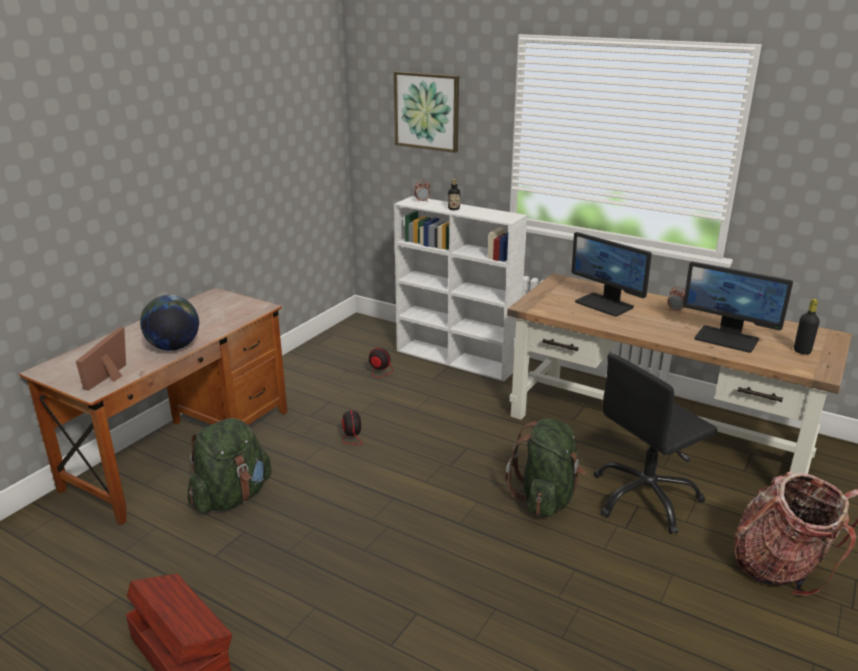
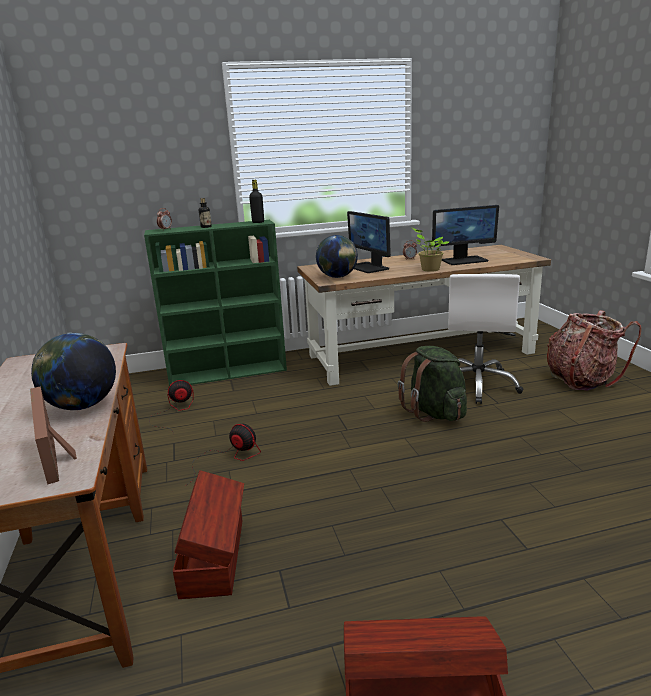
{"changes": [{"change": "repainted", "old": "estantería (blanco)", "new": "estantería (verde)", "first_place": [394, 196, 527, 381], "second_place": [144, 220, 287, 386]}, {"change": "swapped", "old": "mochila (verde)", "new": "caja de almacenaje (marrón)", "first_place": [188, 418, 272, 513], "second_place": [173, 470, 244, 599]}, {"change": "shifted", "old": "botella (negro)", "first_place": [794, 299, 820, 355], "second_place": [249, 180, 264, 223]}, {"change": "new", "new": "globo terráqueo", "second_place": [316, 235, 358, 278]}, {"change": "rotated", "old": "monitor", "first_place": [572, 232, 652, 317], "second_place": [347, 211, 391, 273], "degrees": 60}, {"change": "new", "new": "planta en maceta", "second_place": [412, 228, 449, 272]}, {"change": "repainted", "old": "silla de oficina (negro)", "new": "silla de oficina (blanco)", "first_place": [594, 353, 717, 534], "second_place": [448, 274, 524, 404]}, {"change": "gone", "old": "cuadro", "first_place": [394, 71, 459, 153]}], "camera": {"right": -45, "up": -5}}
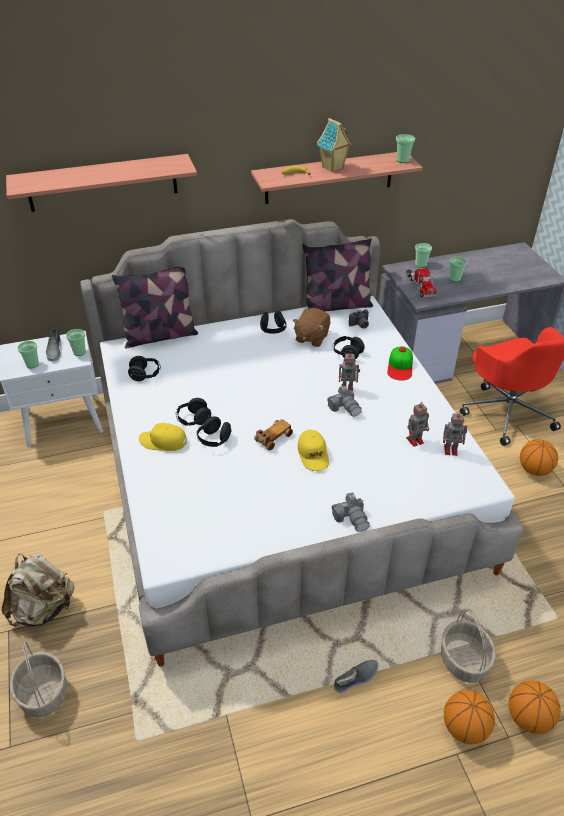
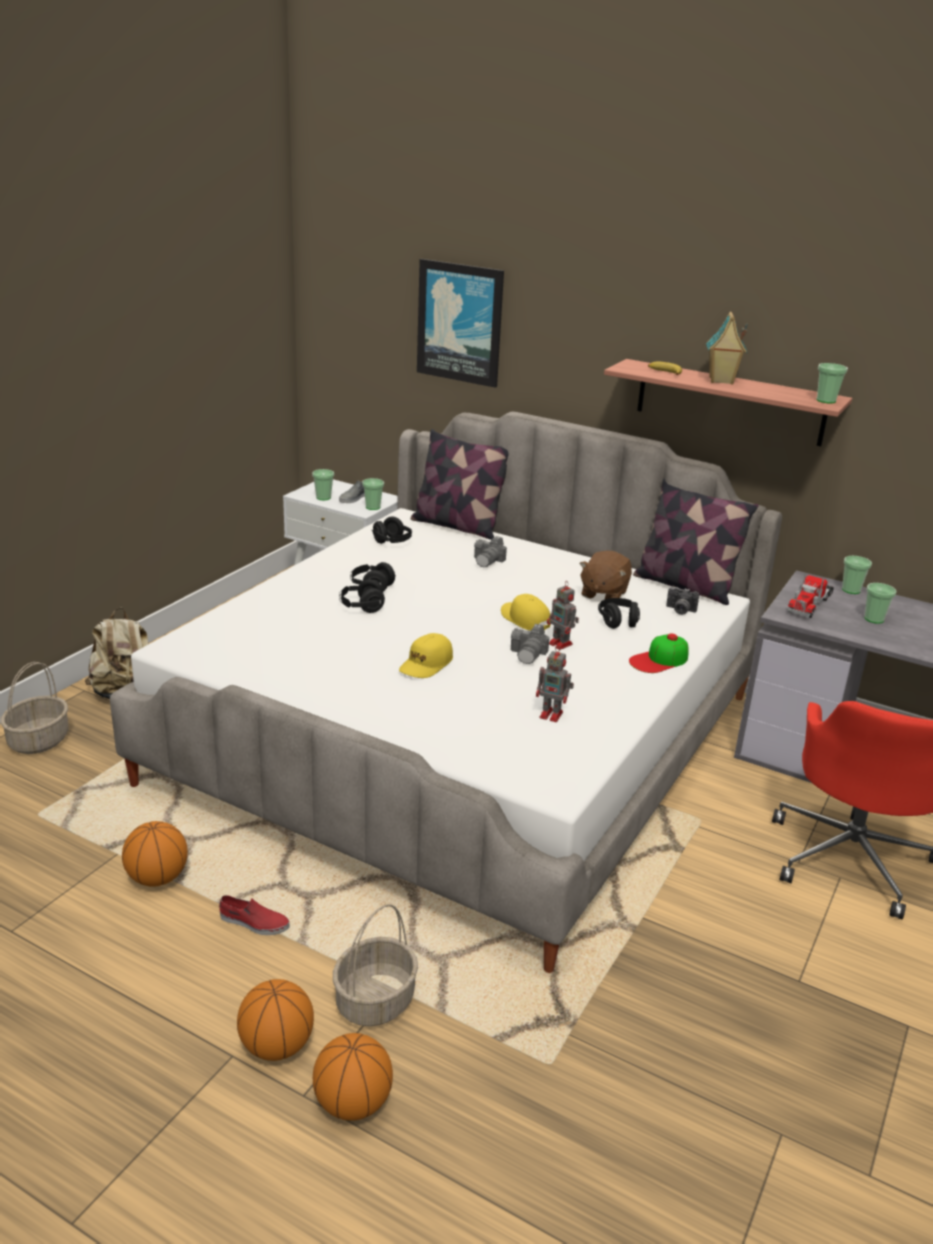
{"changes": [{"change": "shifted", "old": "balón de baloncesto", "first_place": [520, 439, 558, 476], "second_place": [122, 821, 188, 887]}, {"change": "repainted", "old": "zapato (gris)", "new": "zapato (rojo)", "first_place": [334, 660, 378, 693], "second_place": [219, 895, 290, 935]}, {"change": "swapped", "old": "estante", "new": "cuadro", "first_place": [6, 154, 197, 212], "second_place": [417, 259, 504, 388]}, {"change": "shifted", "old": "cámara", "first_place": [332, 493, 370, 532], "second_place": [474, 536, 507, 567]}, {"change": "shifted", "old": "gorra (amarillo)", "first_place": [139, 423, 187, 451], "second_place": [501, 594, 551, 631]}, {"change": "rotated", "old": "peluche (marrón)", "first_place": [293, 308, 330, 347], "second_place": [579, 551, 632, 599], "degrees": -45}, {"change": "gone", "old": "coche de juguete", "first_place": [254, 419, 293, 450]}, {"change": "gone", "old": "auriculares (negro)", "first_place": [260, 311, 286, 334]}, {"change": "gone", "old": "robot de juguete", "first_place": [443, 411, 467, 456]}], "camera": {"right": 45, "up": -15}}
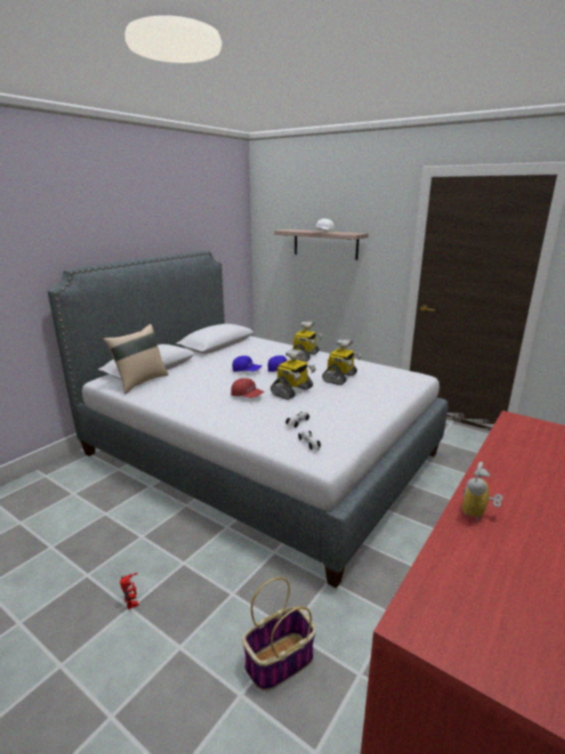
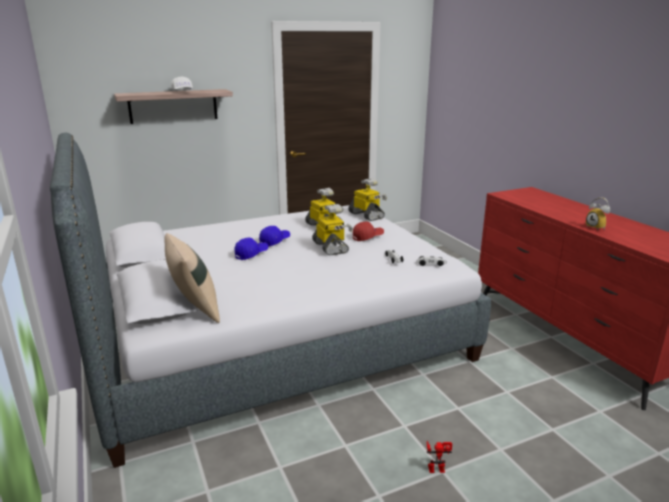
{"changes": [{"change": "shifted", "old": "robot de juguete", "first_place": [290, 321, 323, 362], "second_place": [348, 178, 387, 221]}, {"change": "shifted", "old": "gorra (rojo)", "first_place": [231, 378, 264, 398], "second_place": [353, 222, 384, 241]}, {"change": "gone", "old": "cesta", "first_place": [242, 577, 316, 691]}], "camera": {"right": -60, "up": 0}}
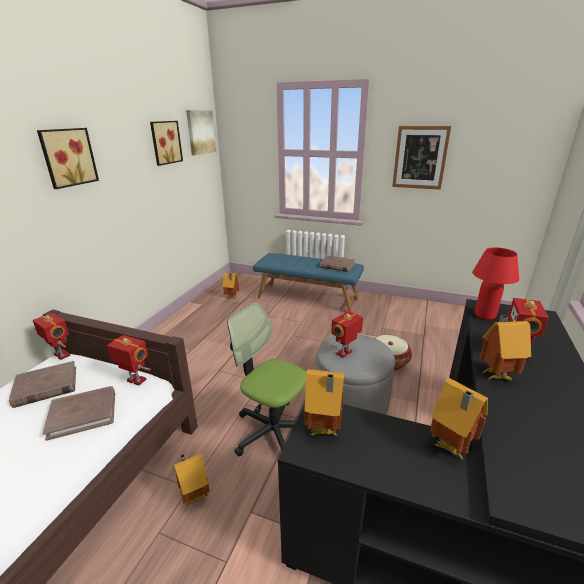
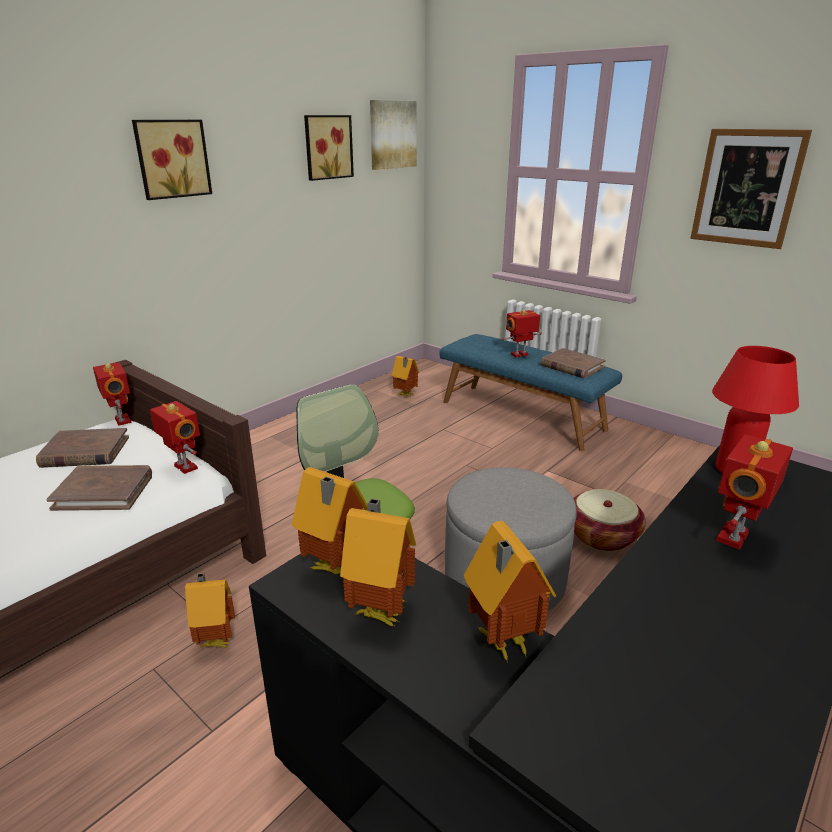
{"changes": [{"change": "shifted", "old": "casita", "first_place": [479, 315, 531, 380], "second_place": [340, 498, 416, 627]}, {"change": "shifted", "old": "robot de juguete", "first_place": [331, 311, 363, 358], "second_place": [502, 309, 542, 357]}], "camera": {"right": 20, "up": 0}}
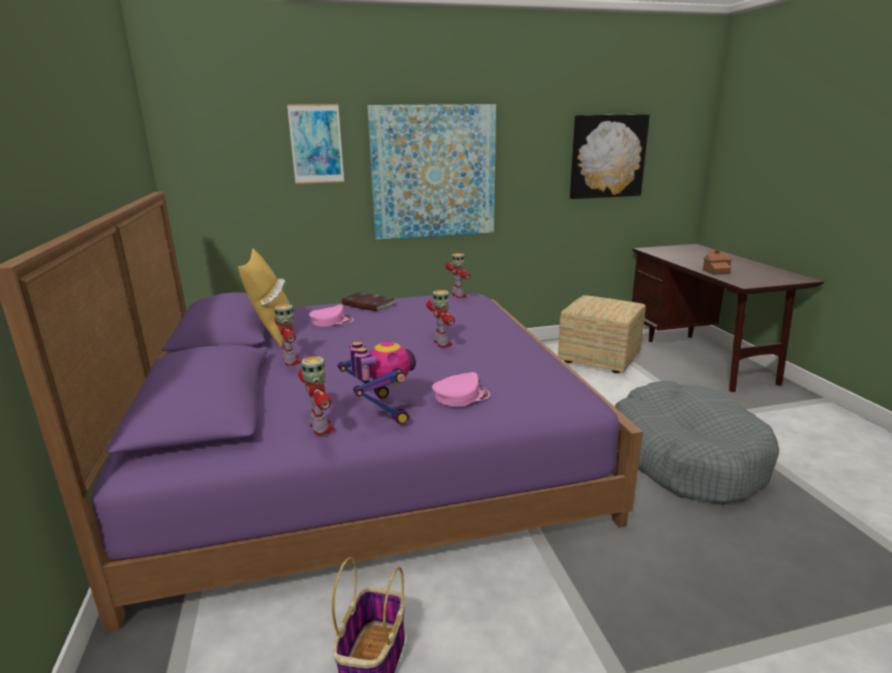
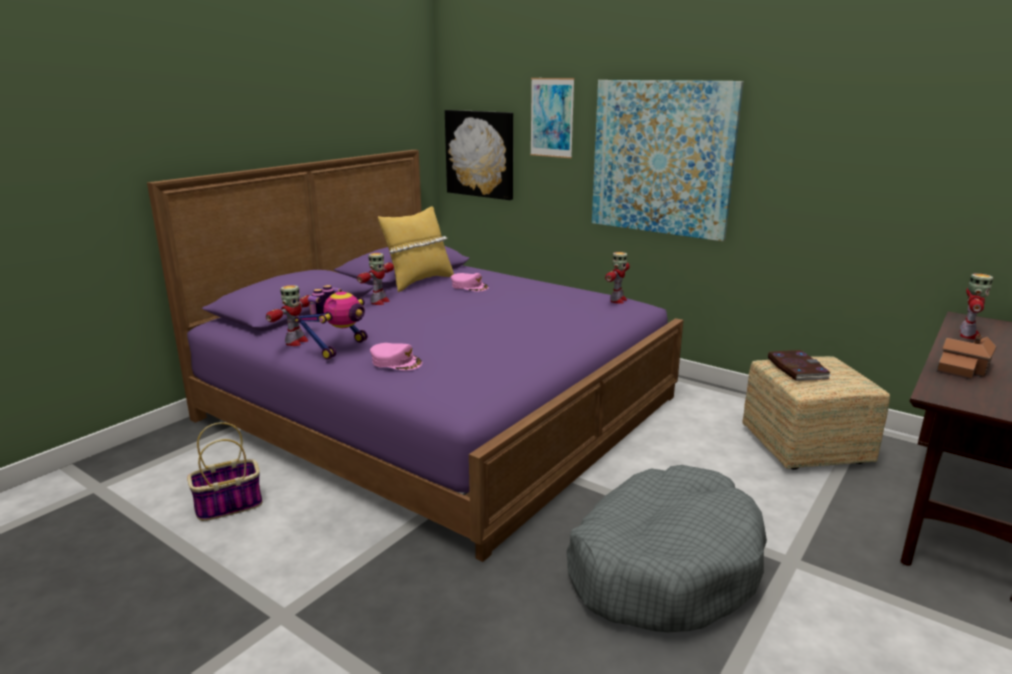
{"changes": [{"change": "shifted", "old": "cuadro", "first_place": [570, 114, 650, 199], "second_place": [445, 110, 513, 200]}, {"change": "shifted", "old": "libro", "first_place": [341, 292, 395, 312], "second_place": [768, 350, 832, 381]}, {"change": "shifted", "old": "robot de juguete", "first_place": [426, 290, 455, 347], "second_place": [959, 274, 994, 339]}], "camera": {"right": 50, "up": 0}}
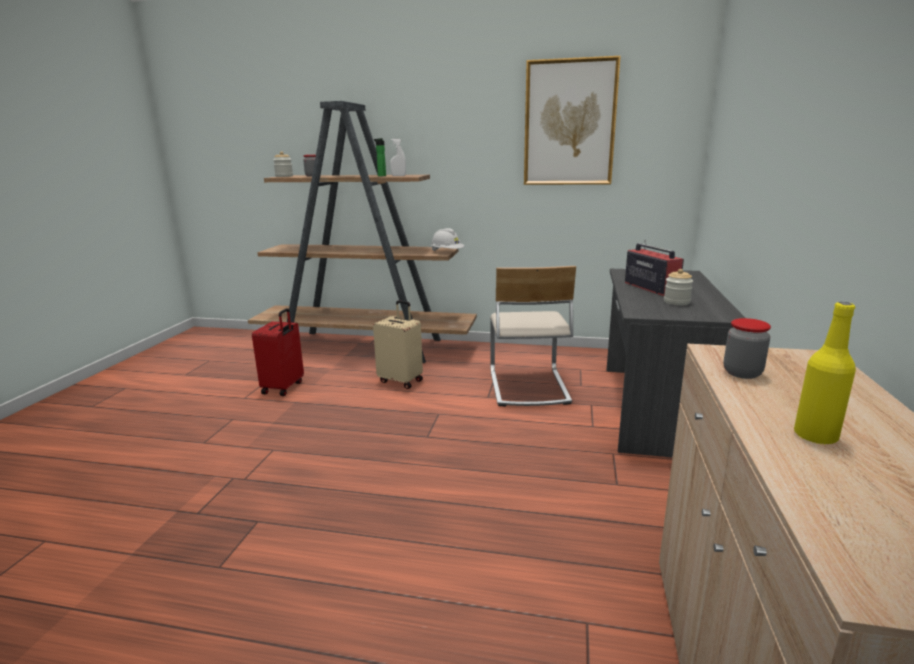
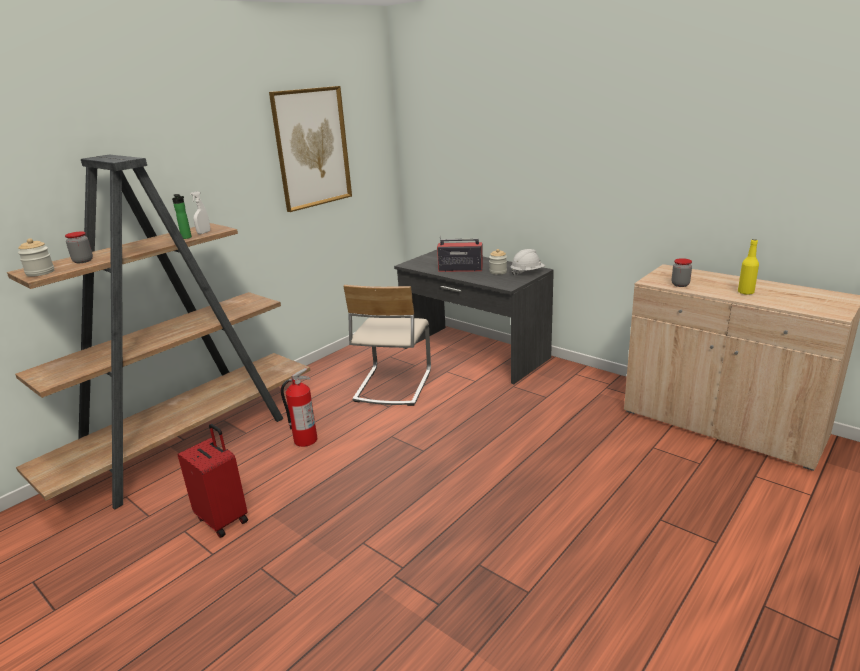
{"changes": [{"change": "swapped", "old": "maleta (beis)", "new": "extintor", "first_place": [373, 300, 423, 389], "second_place": [281, 368, 317, 447]}, {"change": "rotated", "old": "silla (beis)", "first_place": [490, 266, 576, 406], "second_place": [343, 285, 431, 406], "degrees": 75}, {"change": "shifted", "old": "casco (blanco)", "first_place": [431, 228, 464, 251], "second_place": [511, 249, 545, 275]}], "camera": {"right": -60, "up": 5}}
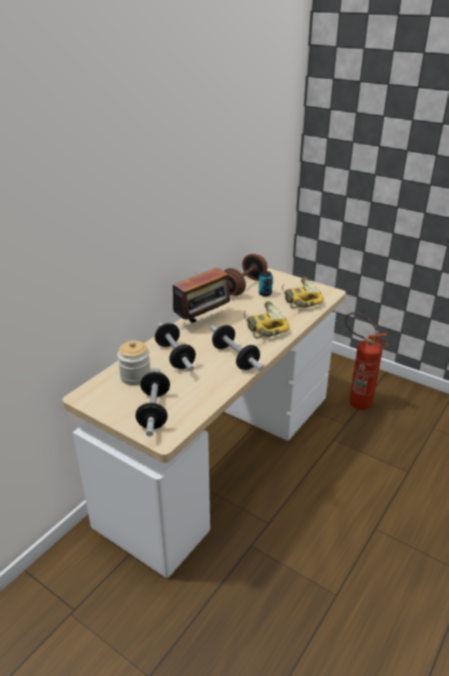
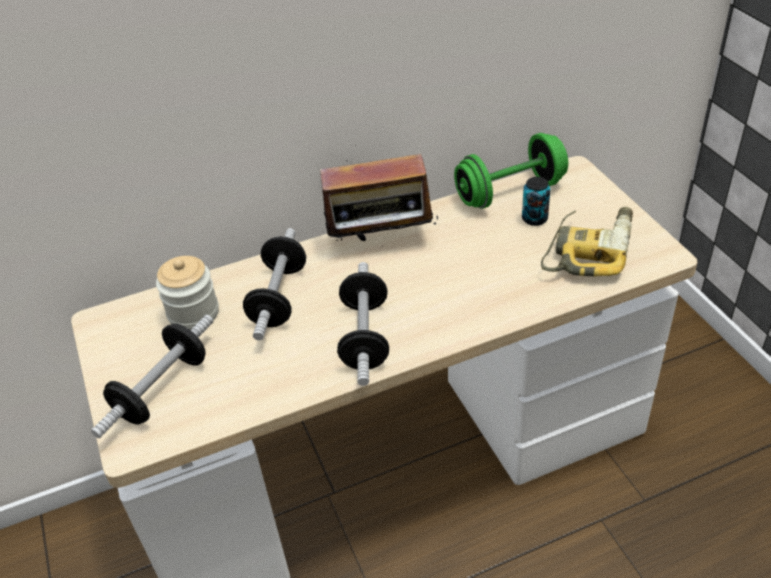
{"changes": [{"change": "repainted", "old": "mancuerna (marrón)", "new": "mancuerna (verde)", "first_place": [224, 254, 267, 296], "second_place": [454, 133, 568, 209]}, {"change": "gone", "old": "taladro", "first_place": [244, 301, 290, 338]}, {"change": "gone", "old": "extintor", "first_place": [345, 312, 388, 410]}], "camera": {"right": 35, "up": 10}}
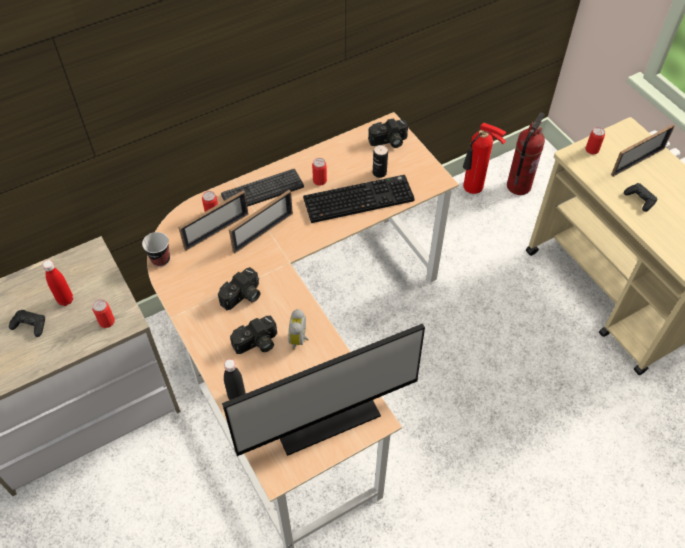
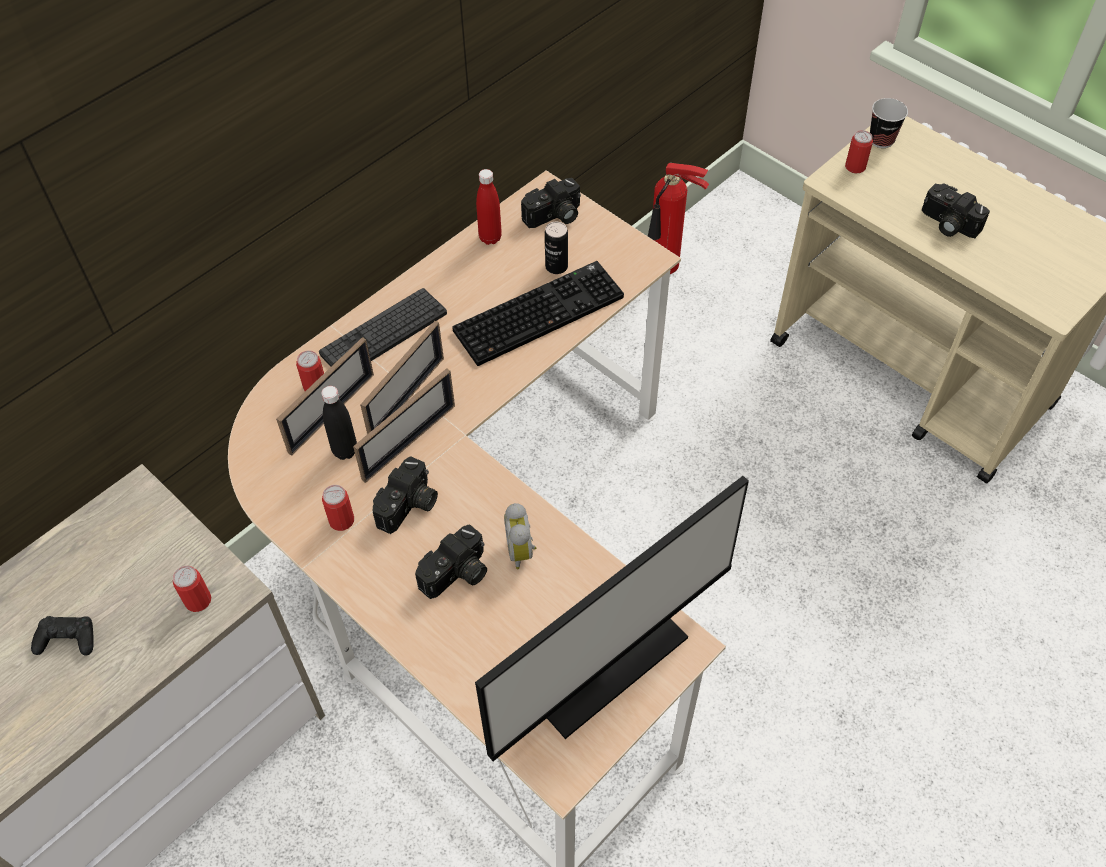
{"changes": [{"change": "shifted", "old": "botella (negro)", "first_place": [224, 359, 246, 400], "second_place": [321, 386, 357, 460]}, {"change": "shifted", "old": "lata", "first_place": [312, 158, 327, 186], "second_place": [322, 485, 354, 531]}, {"change": "shifted", "old": "portarretratos", "first_place": [611, 124, 675, 177], "second_place": [353, 368, 455, 483]}, {"change": "shifted", "old": "botella (rojo)", "first_place": [42, 260, 73, 306], "second_place": [476, 169, 502, 245]}, {"change": "shifted", "old": "taza", "first_place": [142, 232, 170, 267], "second_place": [870, 98, 908, 148]}, {"change": "swapped", "old": "mando de consola (negro)", "new": "cámara", "first_place": [624, 183, 657, 212], "second_place": [922, 184, 990, 238]}, {"change": "gone", "old": "extintor", "first_place": [507, 113, 545, 195]}], "camera": {"right": -15, "up": 0}}
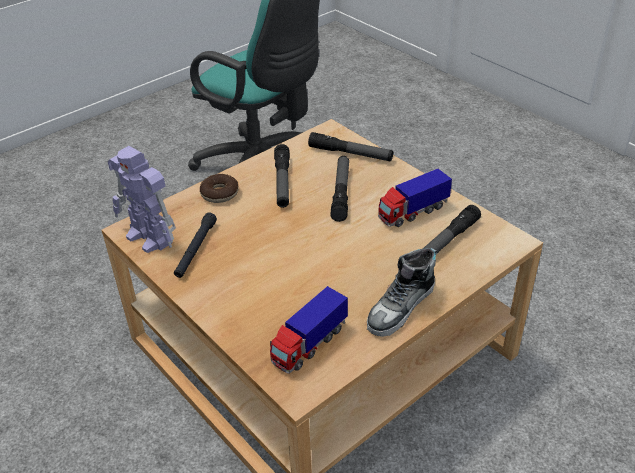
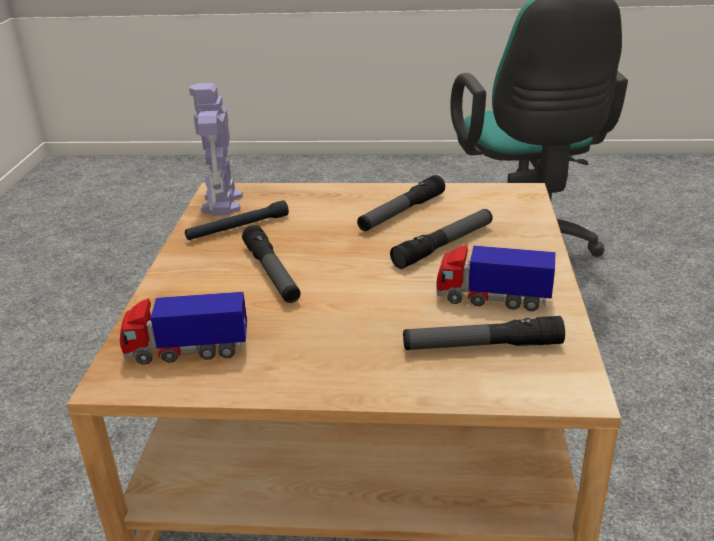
{"changes": [{"change": "shifted", "old": "linterna", "first_place": [308, 132, 393, 161], "second_place": [242, 225, 301, 303]}, {"change": "gone", "old": "rosquilla", "first_place": [200, 174, 239, 203]}, {"change": "gone", "old": "zapato", "first_place": [367, 248, 438, 337]}], "camera": {"right": 45, "up": -10}}
